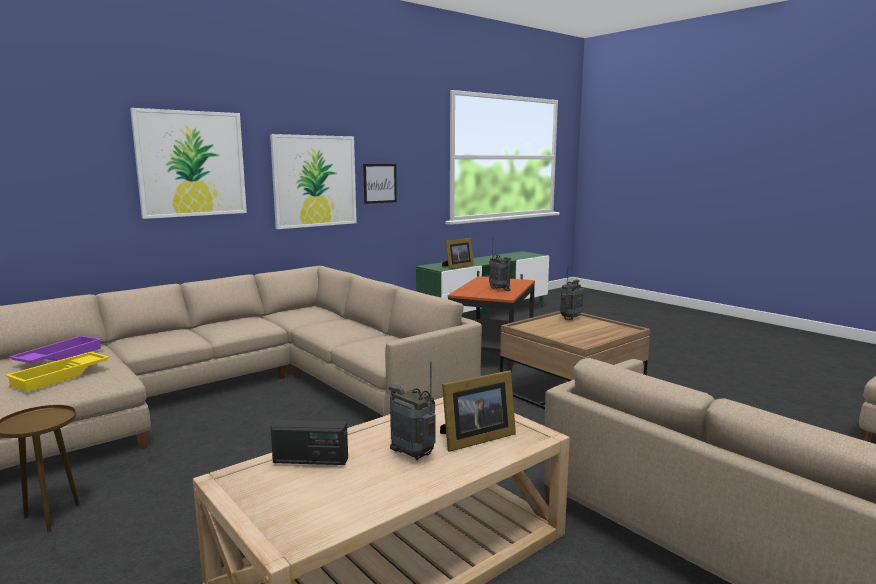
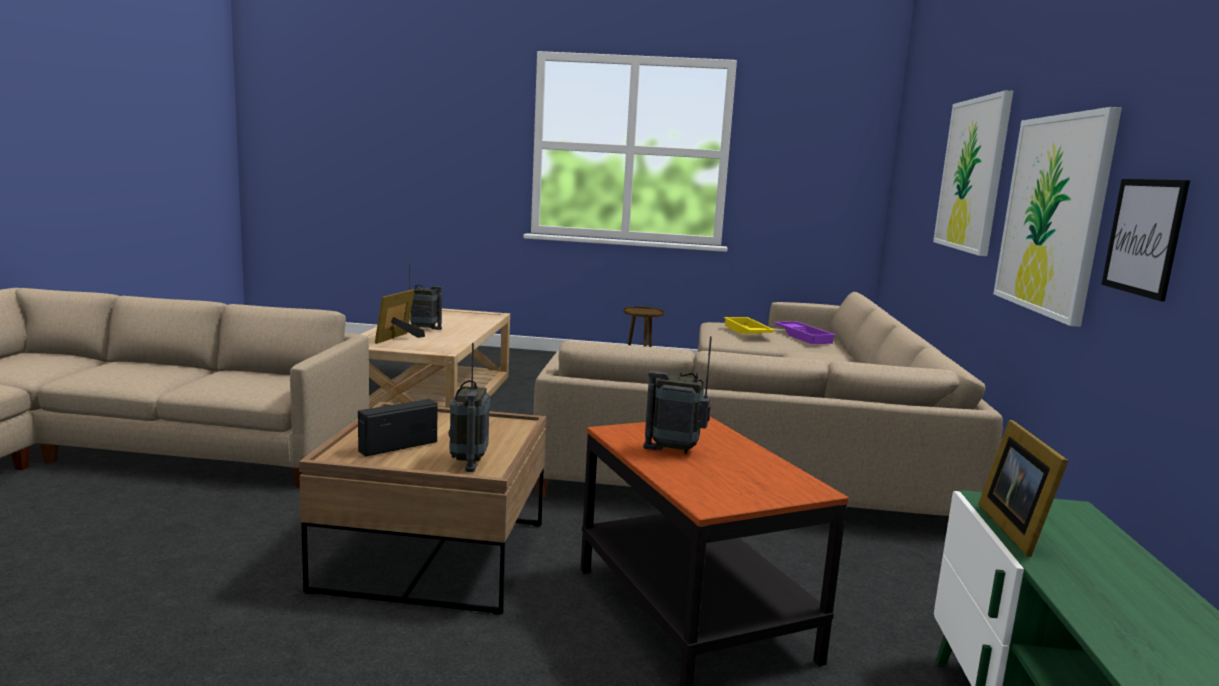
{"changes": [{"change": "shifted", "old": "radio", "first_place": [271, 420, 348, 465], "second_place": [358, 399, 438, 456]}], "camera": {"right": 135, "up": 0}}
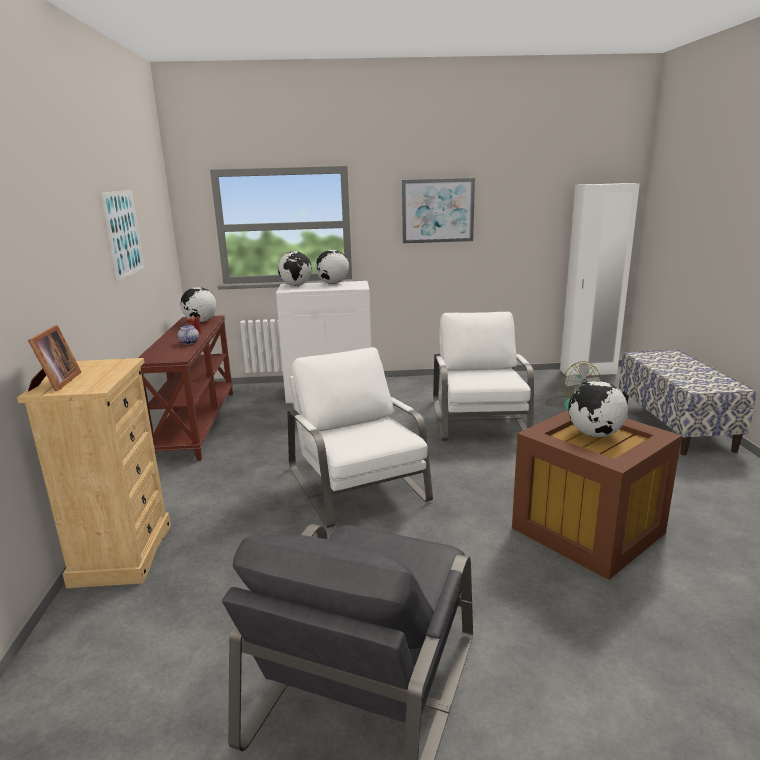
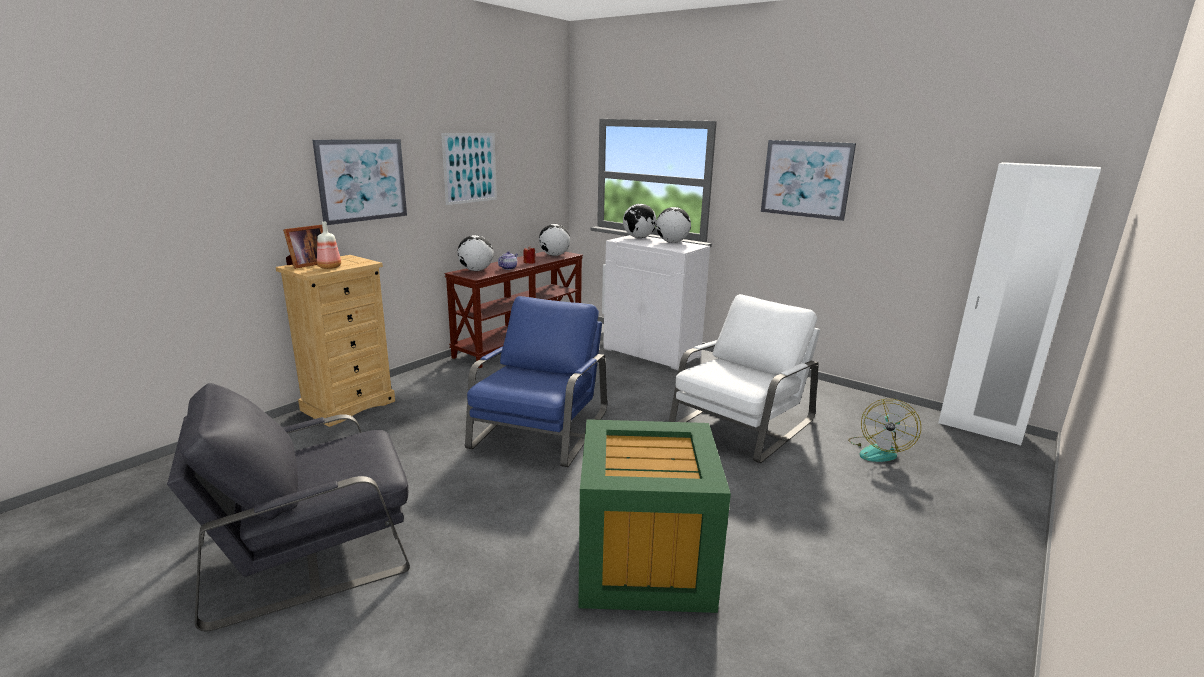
{"changes": [{"change": "new", "new": "cuadro", "second_place": [312, 139, 407, 225]}, {"change": "new", "new": "botella", "second_place": [317, 222, 341, 269]}, {"change": "shifted", "old": "globo terráqueo", "first_place": [568, 381, 628, 437], "second_place": [457, 235, 494, 271]}, {"change": "repainted", "old": "sillón (blanco)", "new": "sillón (azul)", "first_place": [287, 347, 433, 528], "second_place": [465, 296, 607, 467]}, {"change": "repainted", "old": "caja de almacenaje (marrón)", "new": "caja de almacenaje (verde)", "first_place": [512, 410, 682, 580], "second_place": [578, 419, 731, 613]}, {"change": "gone", "old": "banco", "first_place": [619, 350, 756, 455]}], "camera": {"right": 40, "up": 0}}
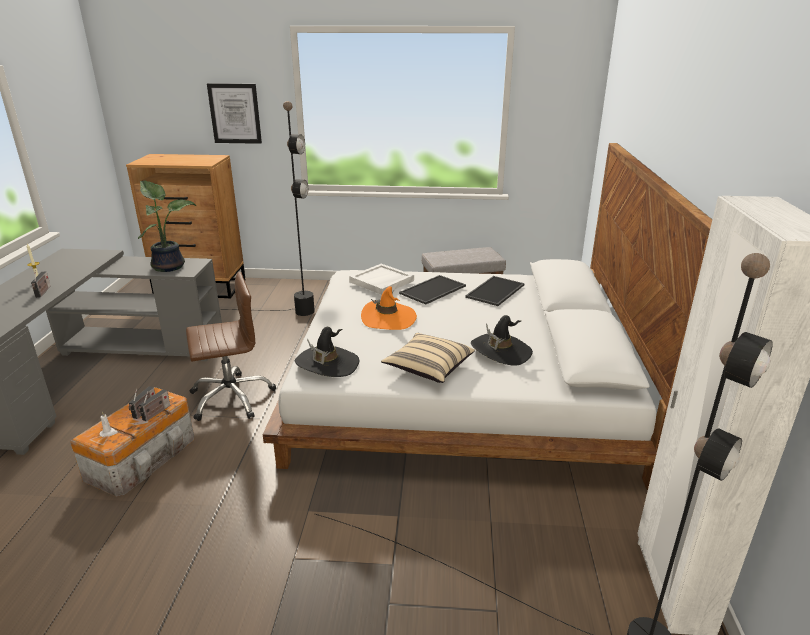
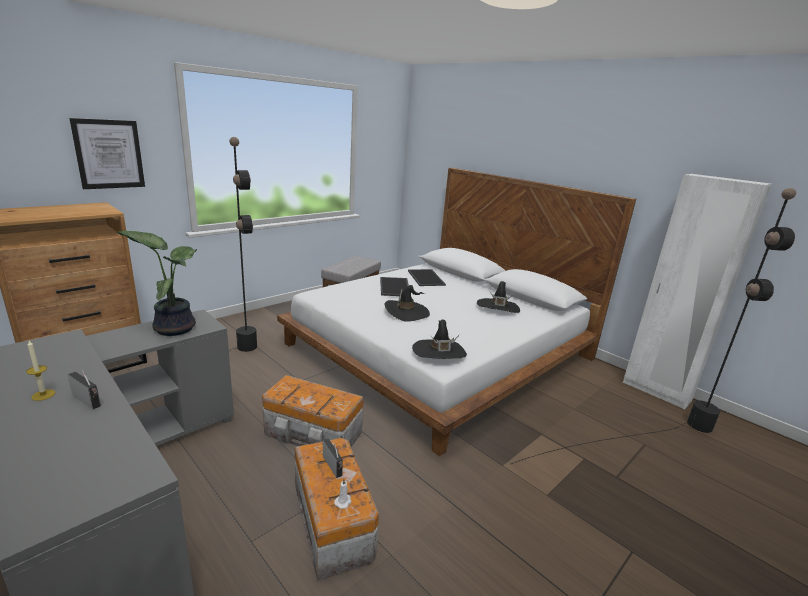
{"changes": [{"change": "swapped", "old": "silla de oficina (marrón)", "new": "caja de almacenaje", "first_place": [186, 272, 276, 421], "second_place": [262, 375, 364, 447]}, {"change": "repainted", "old": "sombrero (naranja)", "new": "sombrero (negro)", "first_place": [361, 286, 417, 330], "second_place": [384, 285, 430, 322]}, {"change": "gone", "old": "radio", "first_place": [138, 389, 170, 422]}, {"change": "gone", "old": "bandeja (blanco)", "first_place": [349, 264, 414, 295]}, {"change": "gone", "old": "cojín (beis)", "first_place": [381, 333, 475, 383]}], "camera": {"right": -50, "up": -5}}
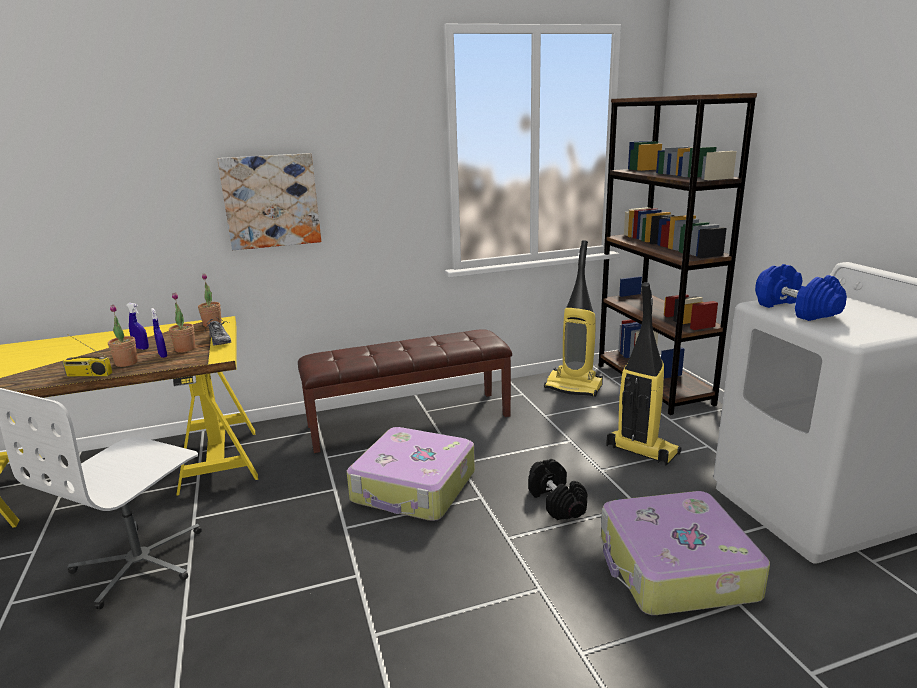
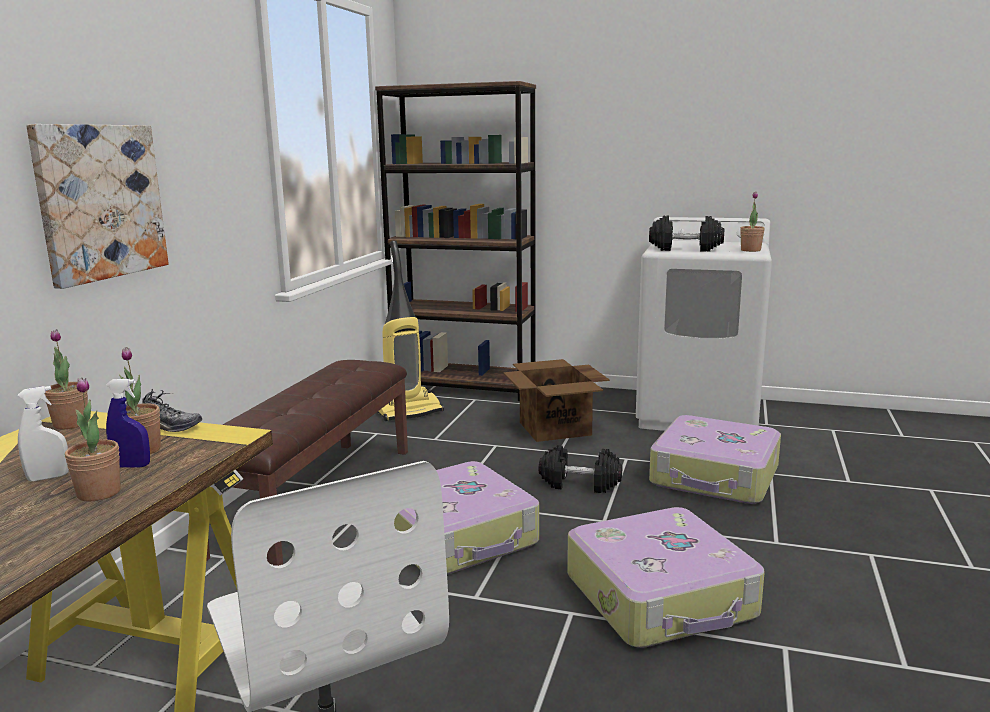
{"changes": [{"change": "repainted", "old": "pulverizador (azul)", "new": "pulverizador (blanco)", "first_place": [127, 303, 149, 350], "second_place": [18, 386, 69, 481]}, {"change": "swapped", "old": "aspiradora", "new": "caja de cartón", "first_place": [606, 282, 682, 465], "second_place": [503, 359, 610, 442]}, {"change": "new", "new": "maleta", "second_place": [567, 507, 765, 648]}, {"change": "repainted", "old": "mancuerna (azul)", "new": "mancuerna (negro)", "first_place": [755, 264, 847, 321], "second_place": [649, 216, 724, 252]}, {"change": "new", "new": "planta en maceta", "second_place": [740, 192, 765, 252]}, {"change": "gone", "old": "radio", "first_place": [62, 334, 113, 377]}], "camera": {"right": -55, "up": -5}}
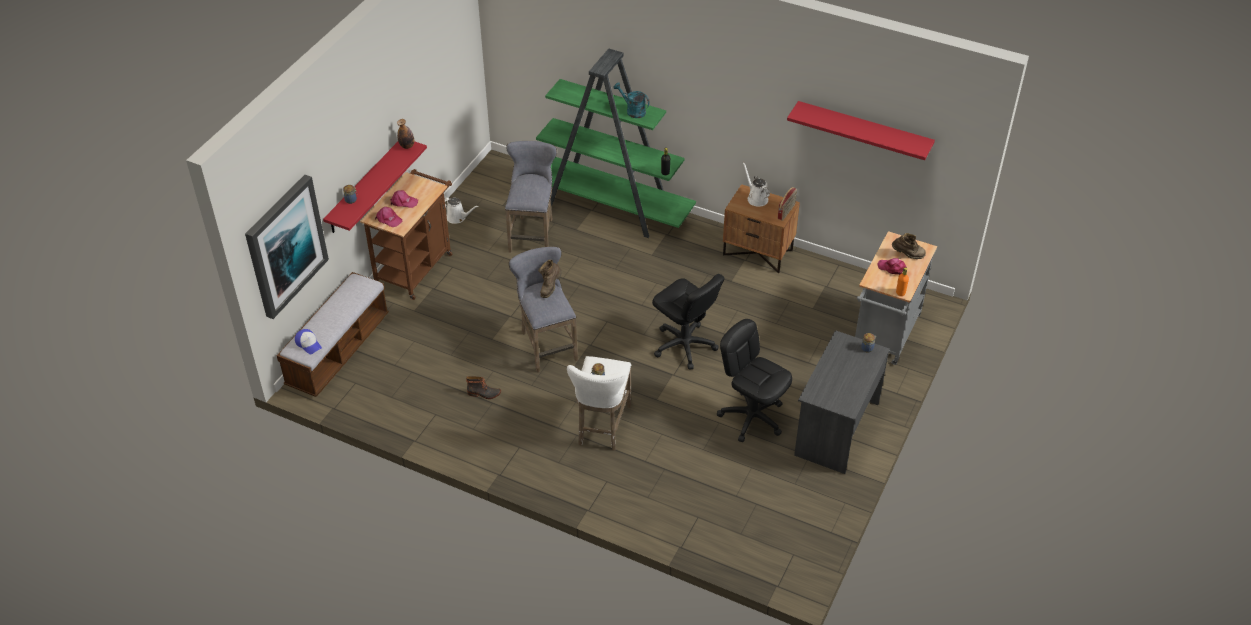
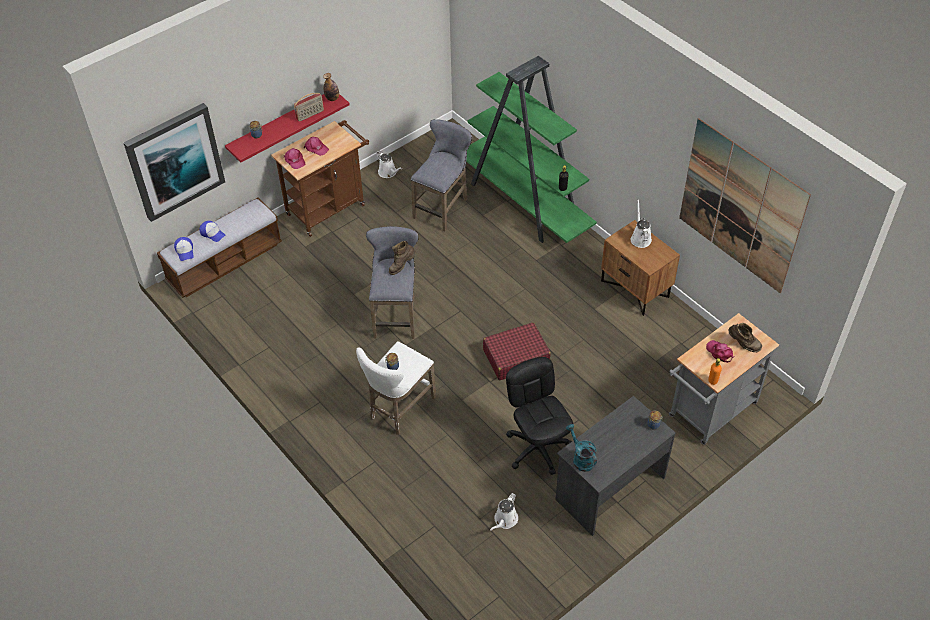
{"changes": [{"change": "new", "new": "gorra", "second_place": [199, 221, 225, 242]}, {"change": "shifted", "old": "radio", "first_place": [778, 187, 797, 220], "second_place": [294, 93, 324, 122]}, {"change": "swapped", "old": "silla de oficina (negro)", "new": "maleta (rojo)", "first_place": [652, 274, 725, 370], "second_place": [483, 322, 551, 380]}, {"change": "new", "new": "regadera (blanco)", "second_place": [490, 493, 518, 531]}, {"change": "shifted", "old": "regadera (turquesa)", "first_place": [613, 82, 650, 118], "second_place": [566, 424, 597, 472]}, {"change": "swapped", "old": "estante (rojo)", "new": "cuadro", "first_place": [787, 101, 935, 160], "second_place": [679, 118, 811, 293]}, {"change": "gone", "old": "bota", "first_place": [466, 376, 501, 399]}], "camera": {"right": 25, "up": 5}}
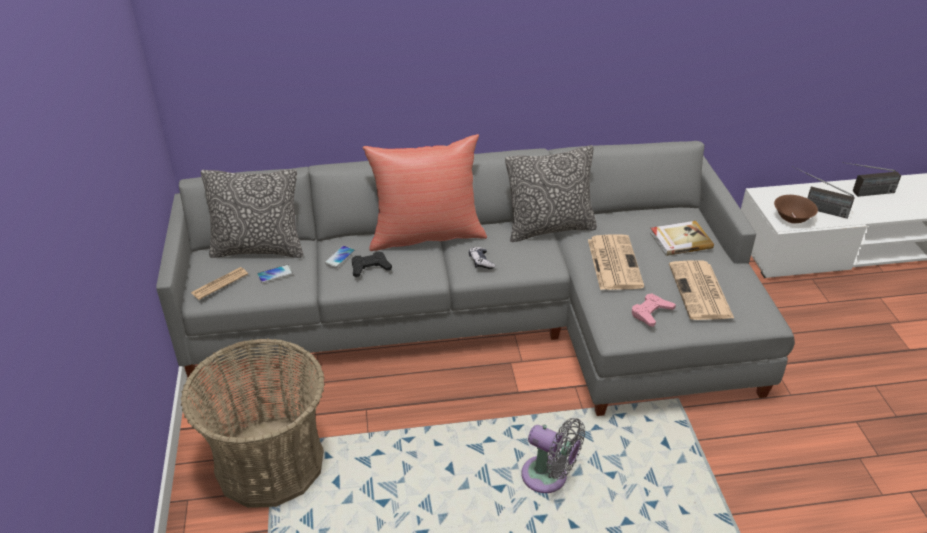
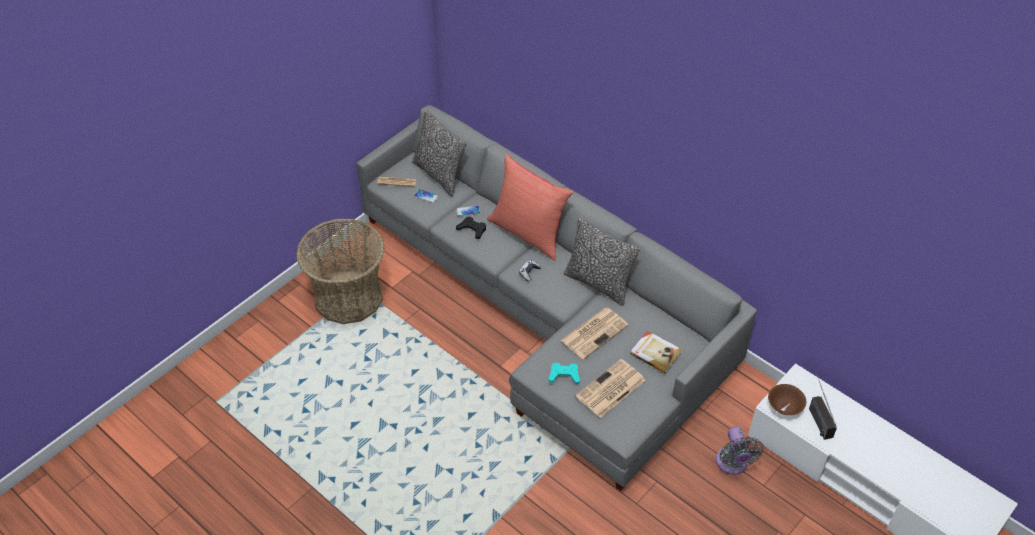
{"changes": [{"change": "repainted", "old": "mando de consola (rosa)", "new": "mando de consola (turquesa)", "first_place": [632, 293, 676, 327], "second_place": [548, 363, 580, 384]}, {"change": "shifted", "old": "ventilador (gris)", "first_place": [522, 418, 585, 493], "second_place": [716, 427, 764, 475]}, {"change": "gone", "old": "radio", "first_place": [842, 162, 901, 197]}], "camera": {"right": 50, "up": 10}}
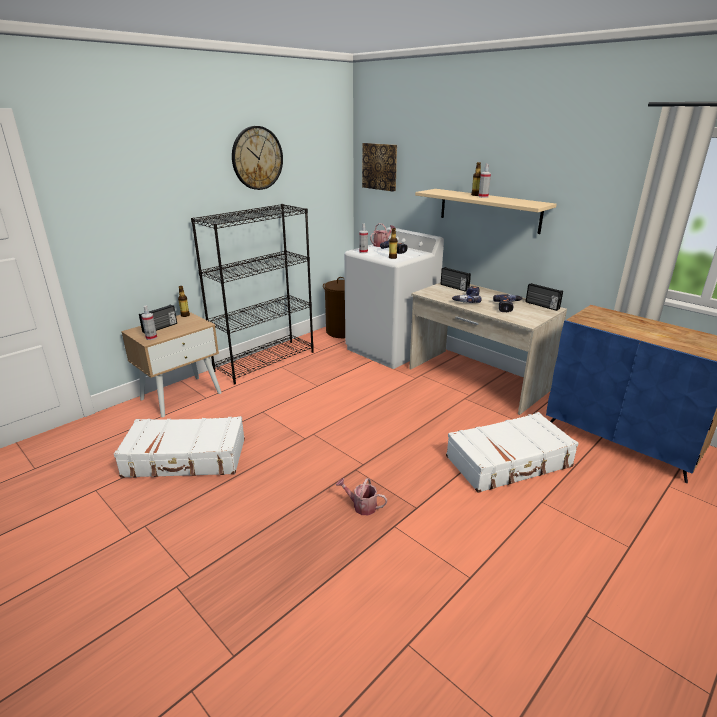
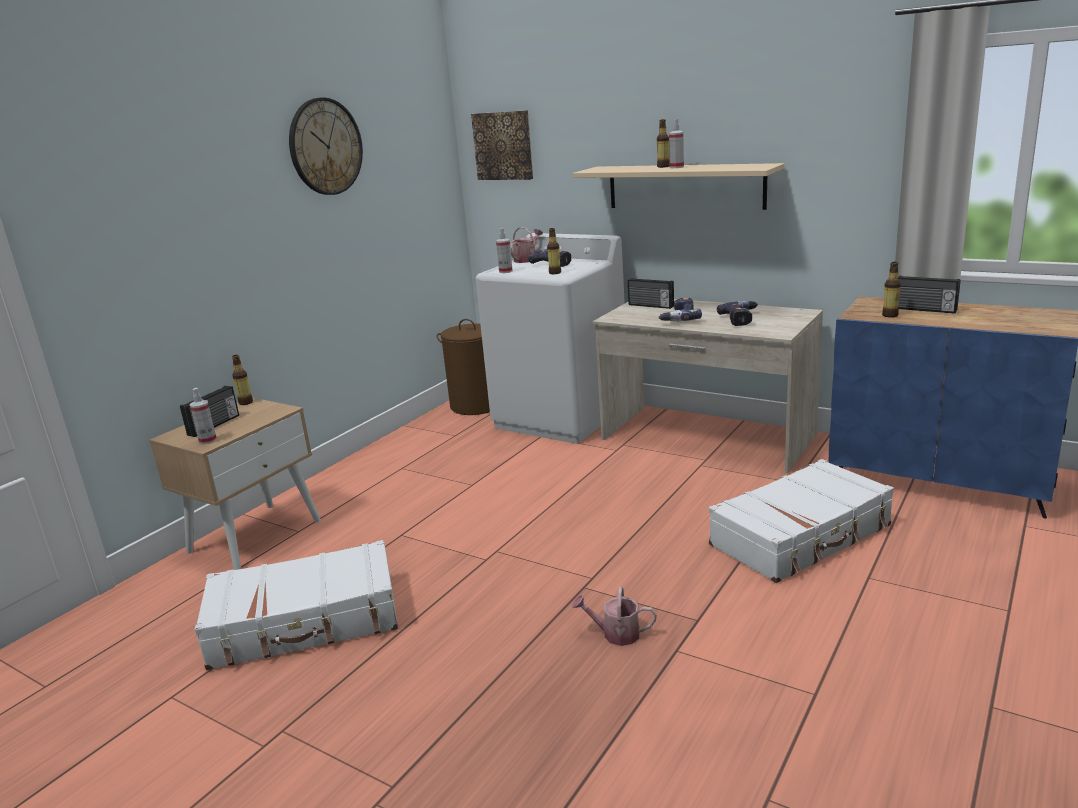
{"changes": [{"change": "new", "new": "botella", "second_place": [882, 262, 901, 318]}, {"change": "shifted", "old": "radio", "first_place": [526, 283, 563, 311], "second_place": [898, 276, 961, 314]}, {"change": "gone", "old": "estantería (negro)", "first_place": [191, 204, 314, 385]}], "camera": {"right": -10, "up": -5}}
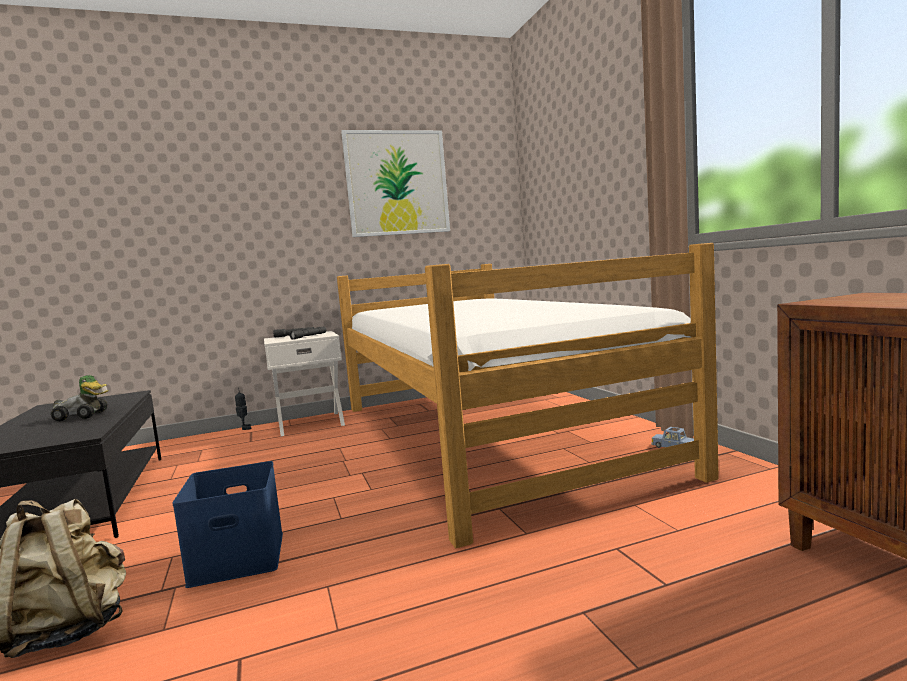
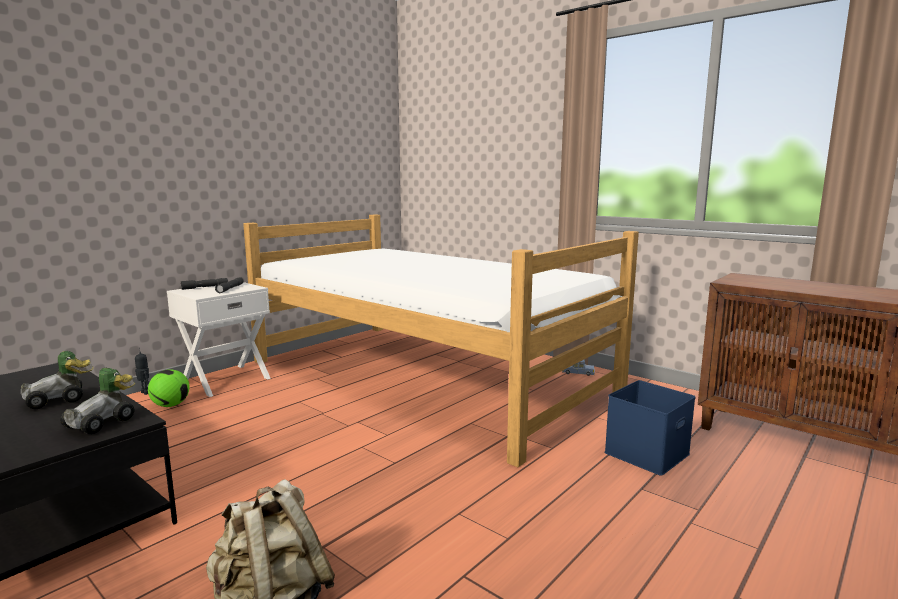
{"changes": [{"change": "new", "new": "coche de juguete", "second_place": [60, 368, 135, 434]}, {"change": "new", "new": "balón de fútbol", "second_place": [148, 369, 190, 407]}, {"change": "shifted", "old": "caja de almacenaje (azul)", "first_place": [172, 461, 283, 588], "second_place": [604, 380, 695, 476]}, {"change": "gone", "old": "cuadro", "first_place": [341, 130, 450, 237]}], "camera": {"right": -30, "up": 5}}
